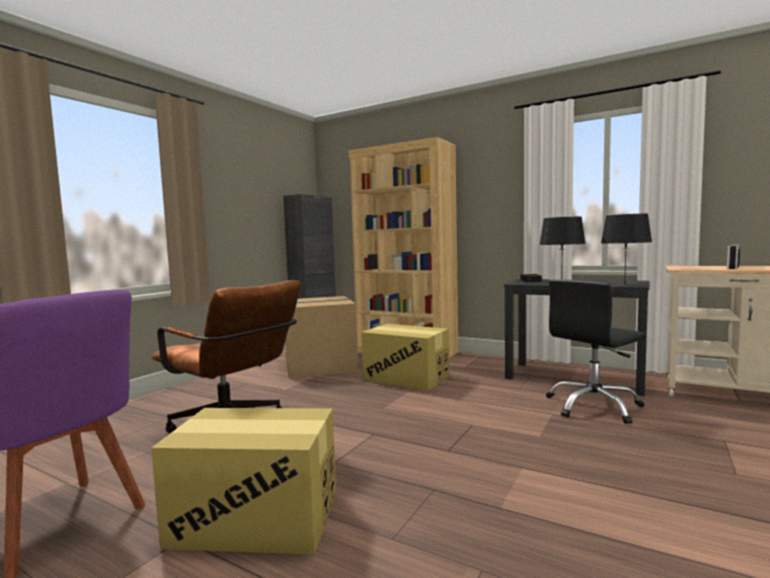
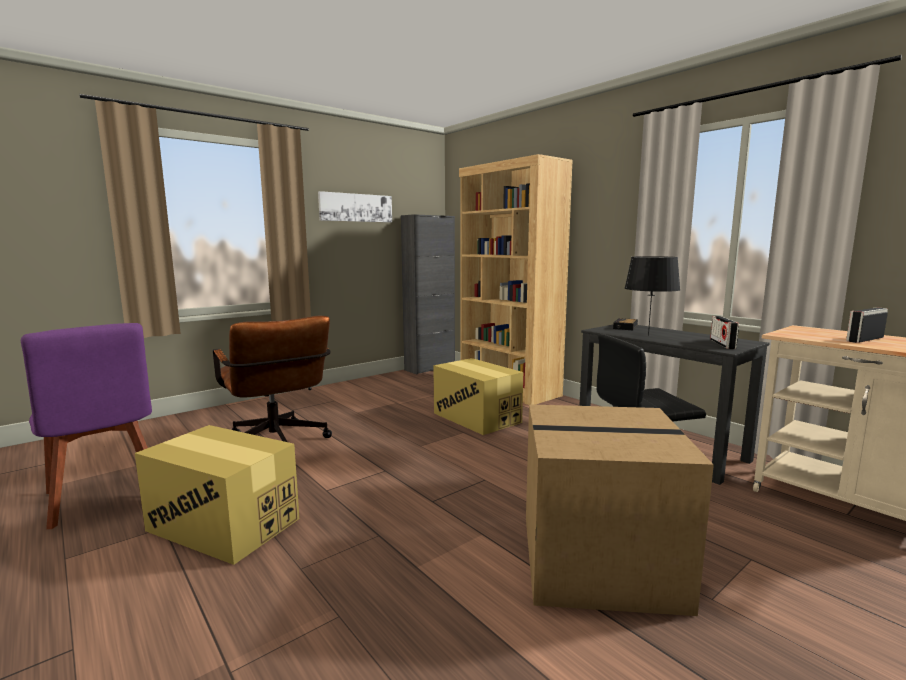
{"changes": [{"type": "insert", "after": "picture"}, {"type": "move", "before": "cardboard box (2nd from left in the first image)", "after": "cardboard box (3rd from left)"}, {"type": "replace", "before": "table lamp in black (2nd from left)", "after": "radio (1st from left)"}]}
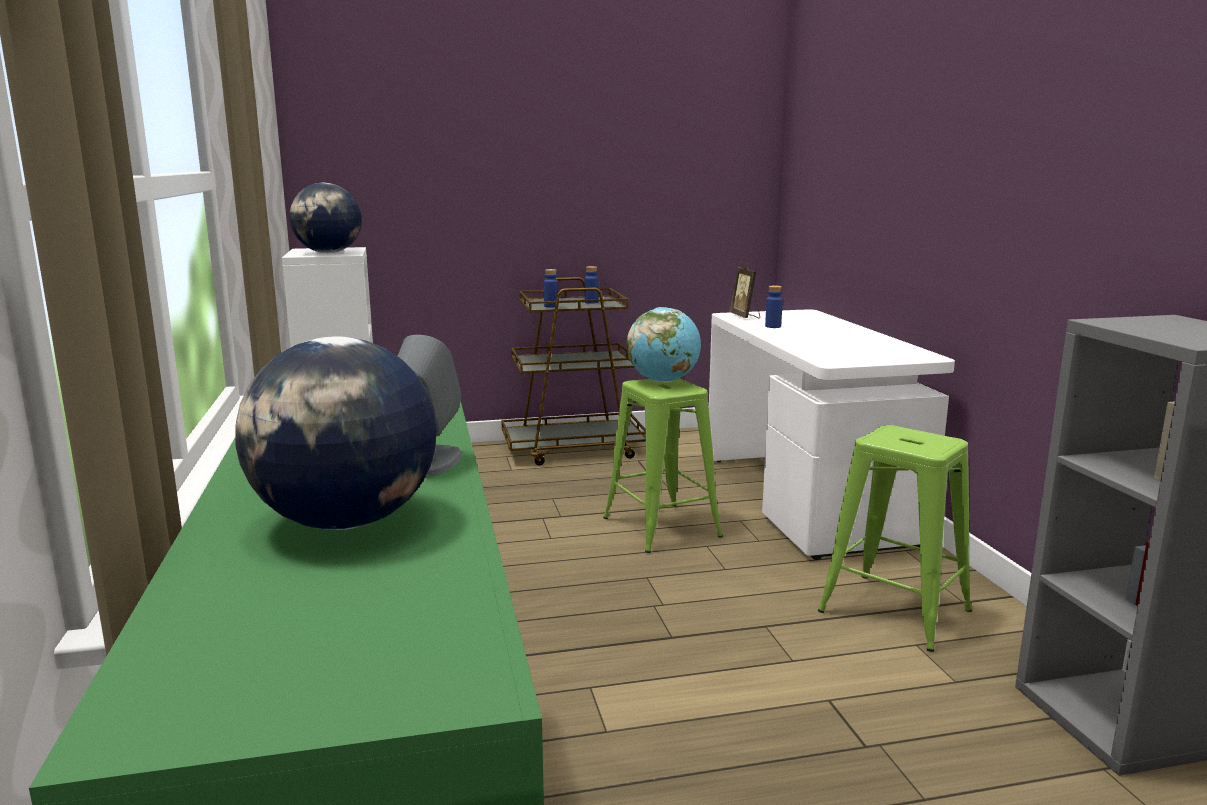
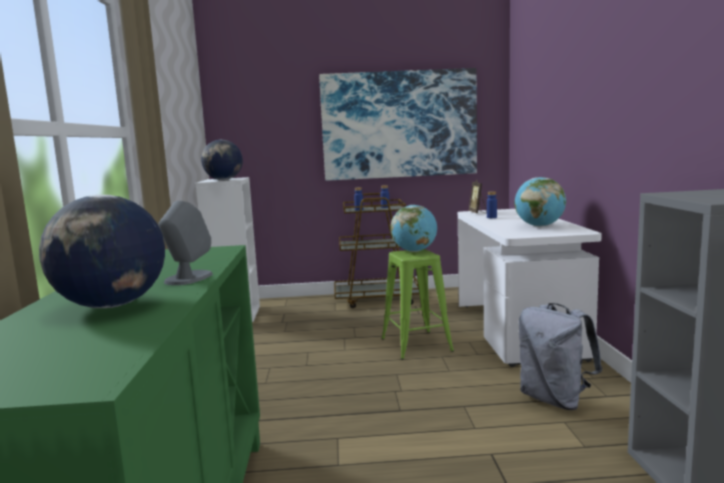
{"changes": [{"type": "insert", "after": "picture"}, {"type": "insert", "after": "globe (4th from left)"}, {"type": "replace", "before": "stool in green (2nd from left)", "after": "backpack in grey"}]}
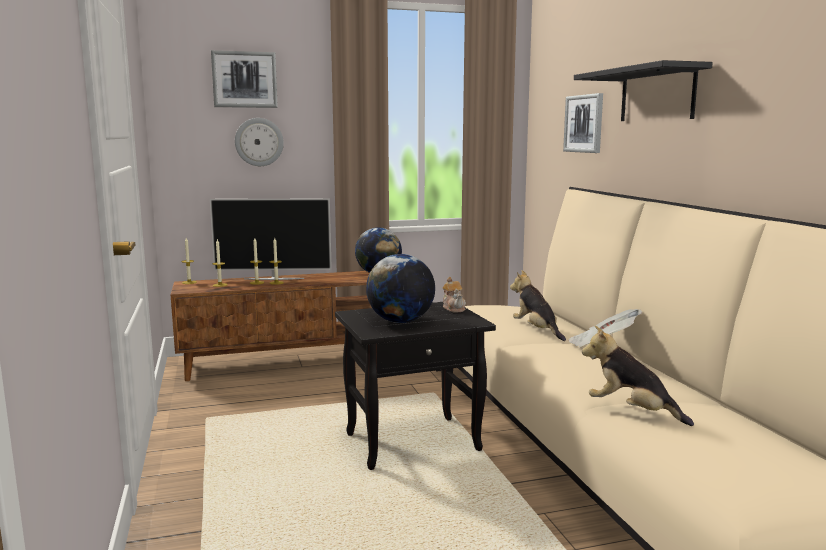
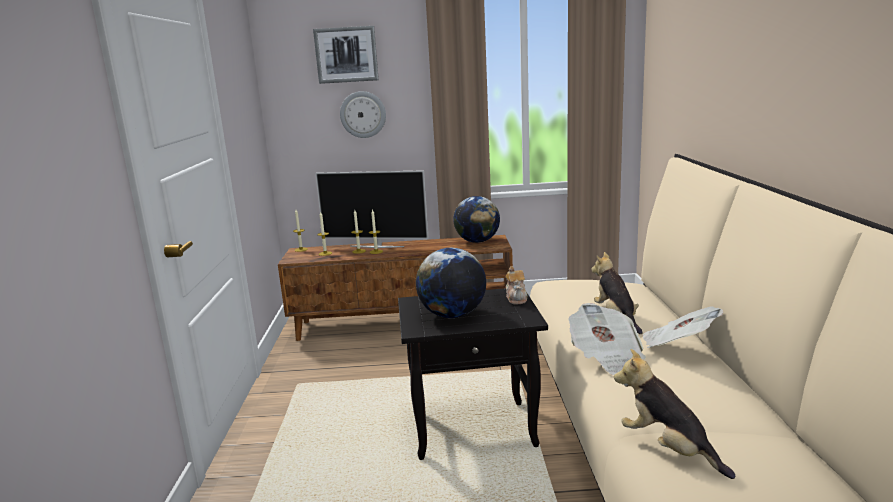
{"changes": [{"type": "insert", "after": "newspaper (1st from left)"}, {"type": "delete", "before": "picture (2nd from left)"}, {"type": "delete", "before": "shelf in black"}]}
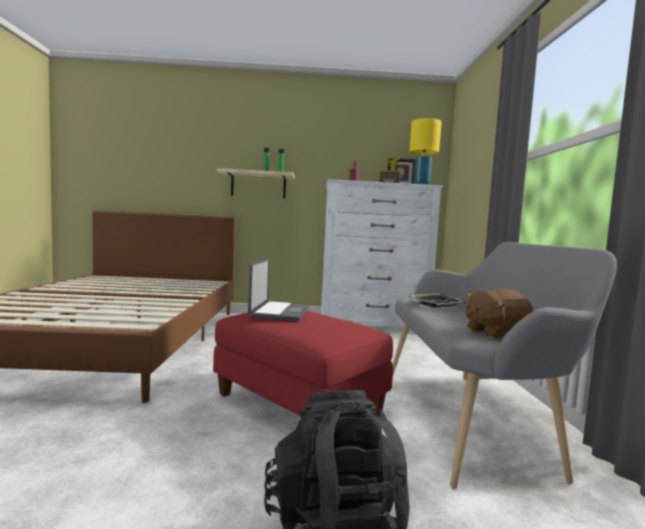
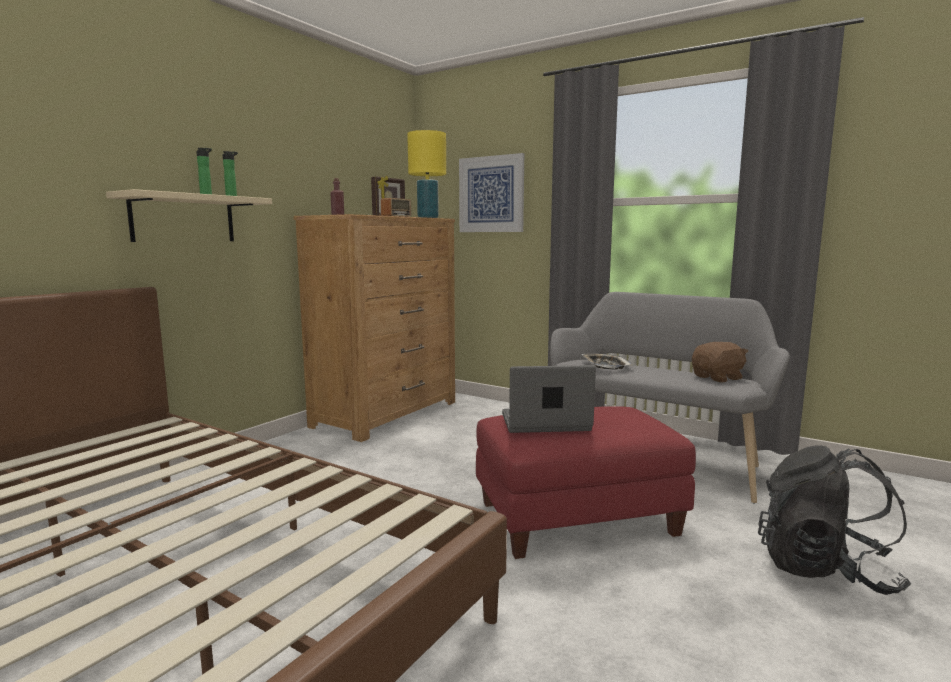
{"changes": [{"type": "recolor", "before": "dresser in white", "after": "dresser in brown"}, {"type": "insert", "after": "picture"}, {"type": "rotate", "before": "laptop", "turn": -45}, {"type": "rotate", "before": "plush toy in brown", "turn": -135}]}
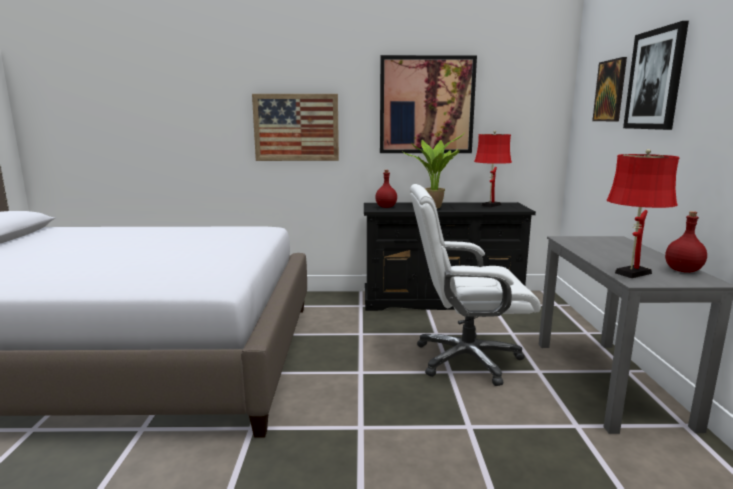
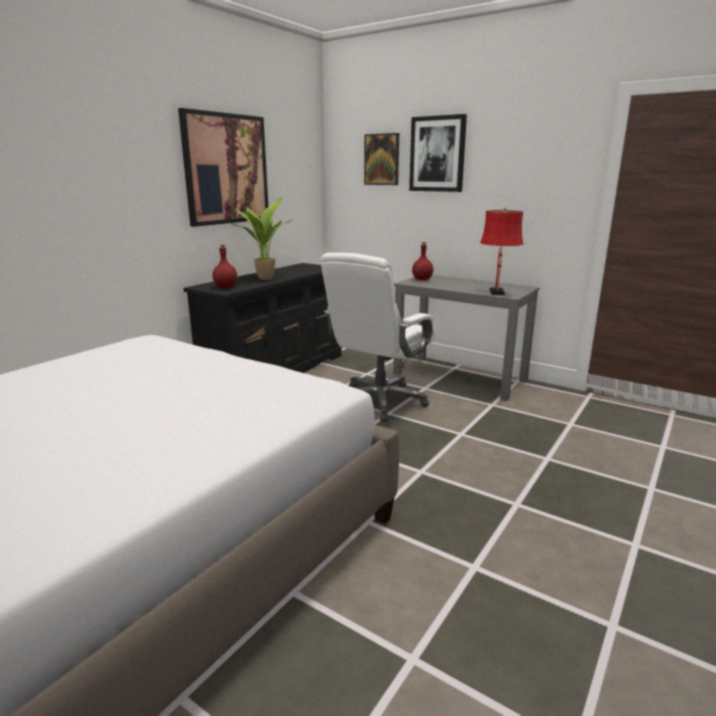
{"changes": [{"type": "move", "before": "bottle in red (2nd from left)"}, {"type": "delete", "before": "picture (1st from left)"}, {"type": "delete", "before": "table lamp in red (1st from left)"}]}
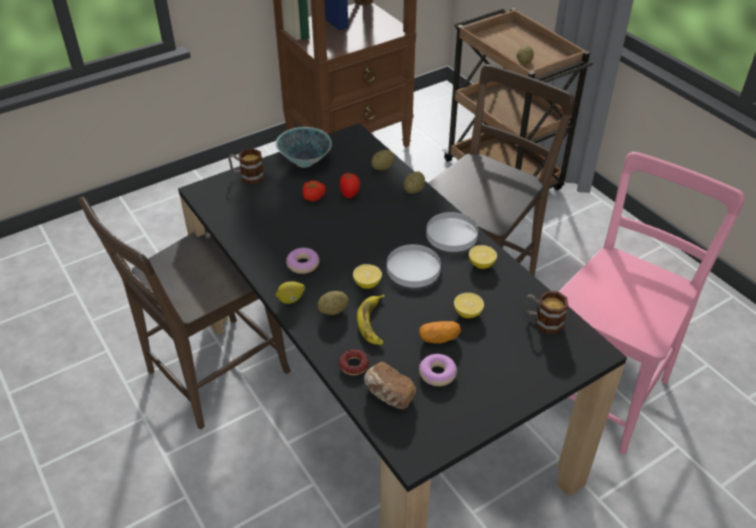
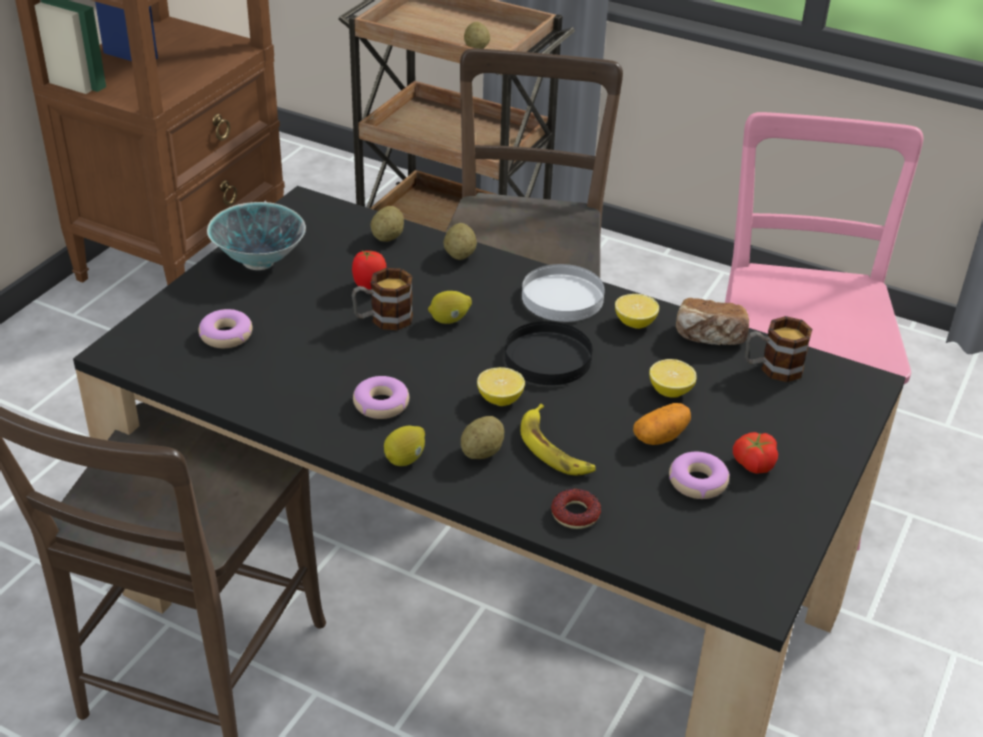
{"changes": [{"type": "insert", "after": "donut (1st from left)"}, {"type": "move", "before": "mug (1st from left)"}, {"type": "insert", "after": "lemon (2nd from left)"}, {"type": "recolor", "before": "plate in white (1st from left)", "after": "plate in black"}, {"type": "move", "before": "bread"}, {"type": "move", "before": "tomato (1st from left in the first image)", "after": "tomato (2nd from left)"}]}
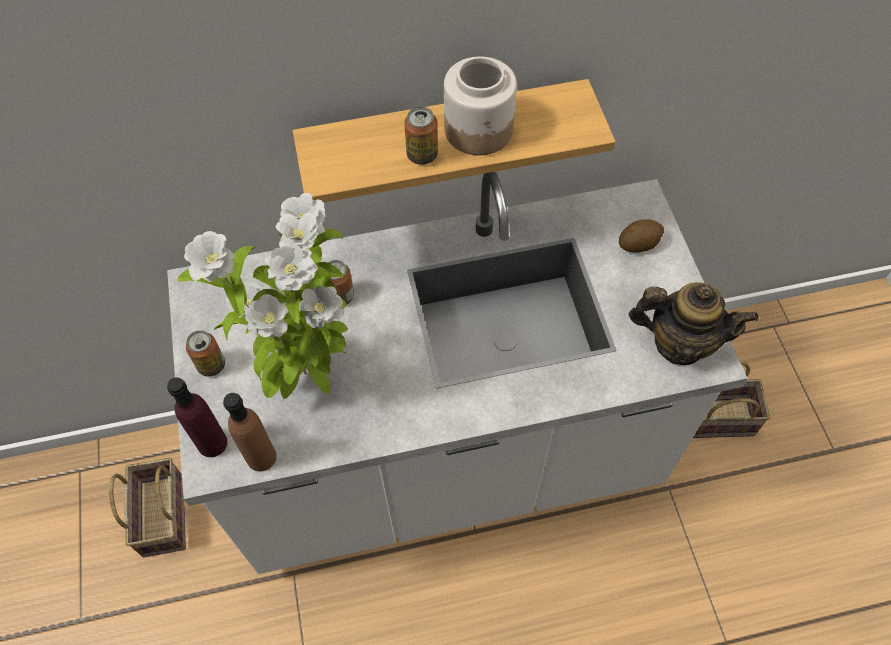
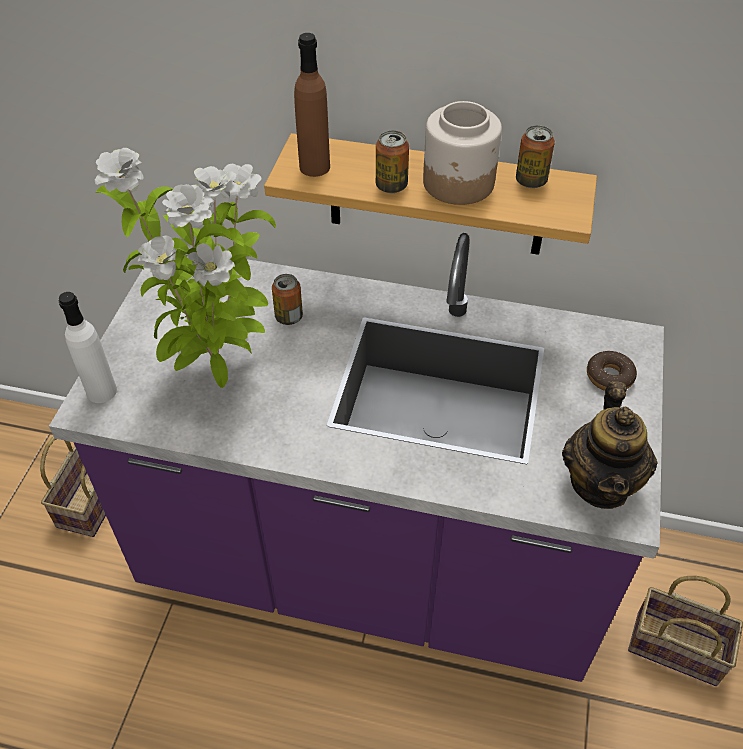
{"changes": [{"type": "recolor", "before": "counter in white", "after": "counter in purple"}, {"type": "recolor", "before": "bottle in purple", "after": "bottle in white"}, {"type": "move", "before": "bottle in brown"}, {"type": "move", "before": "can (1st from left in the first image)", "after": "can (3rd from left)"}, {"type": "rotate", "before": "teapot", "turn": 60}, {"type": "replace", "before": "potato", "after": "donut"}]}
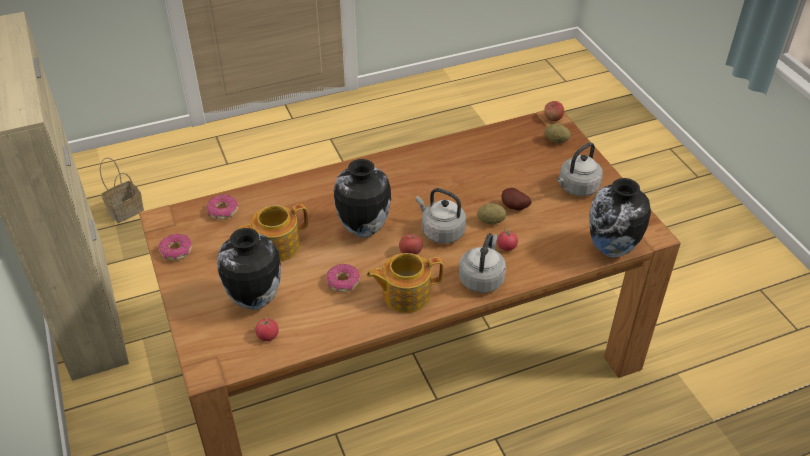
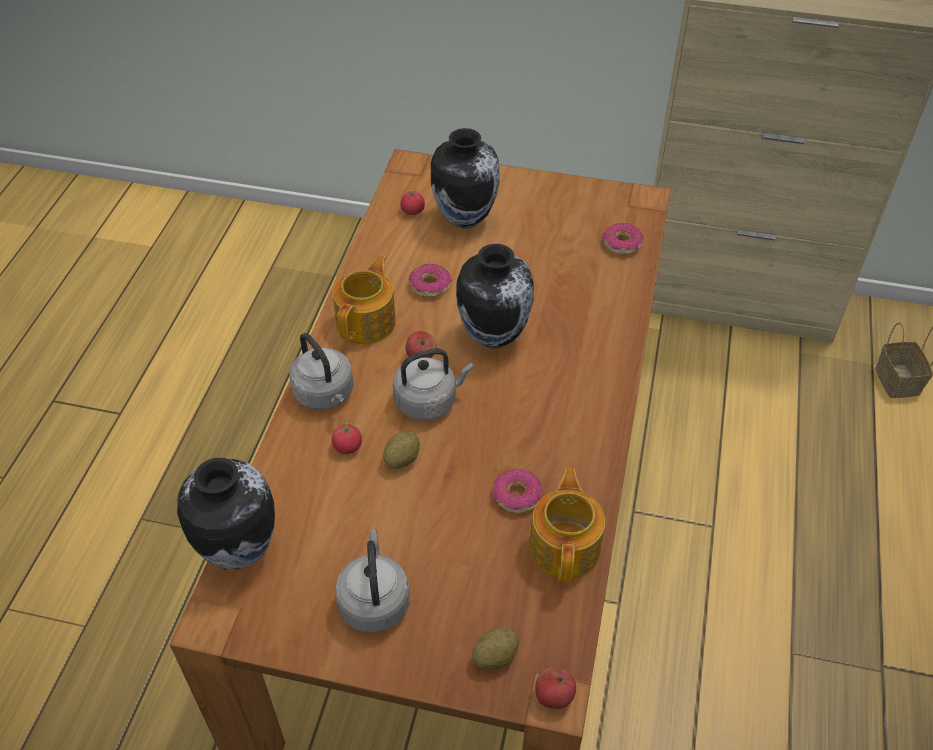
{"changes": [{"type": "move", "before": "donut (1st from left in the first image)", "after": "donut (2nd from left)"}, {"type": "move", "before": "teapot (1st from left in the first image)", "after": "teapot (2nd from left)"}, {"type": "delete", "before": "potato (2nd from left)"}]}
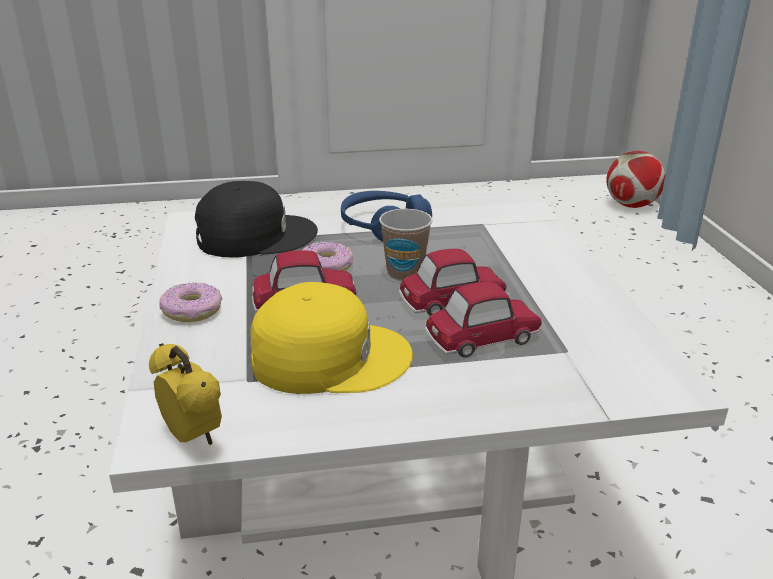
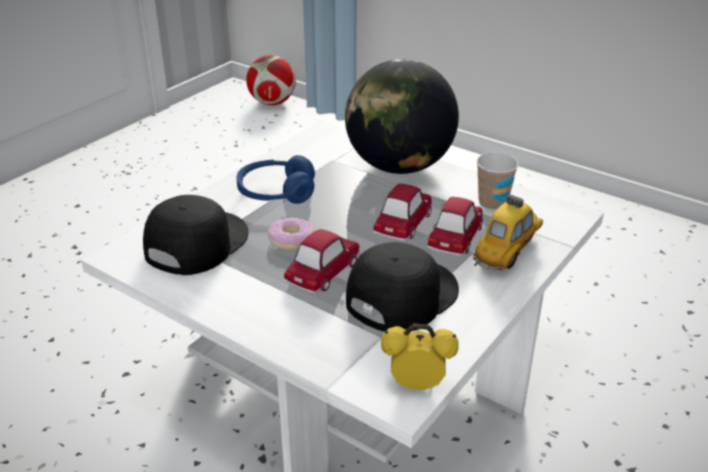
{"changes": [{"type": "insert", "after": "globe"}, {"type": "recolor", "before": "cap in yellow", "after": "cap in black (2nd from left)"}, {"type": "insert", "after": "toy car (4th from left)"}, {"type": "move", "before": "cup"}, {"type": "delete", "before": "donut (1st from left)"}]}
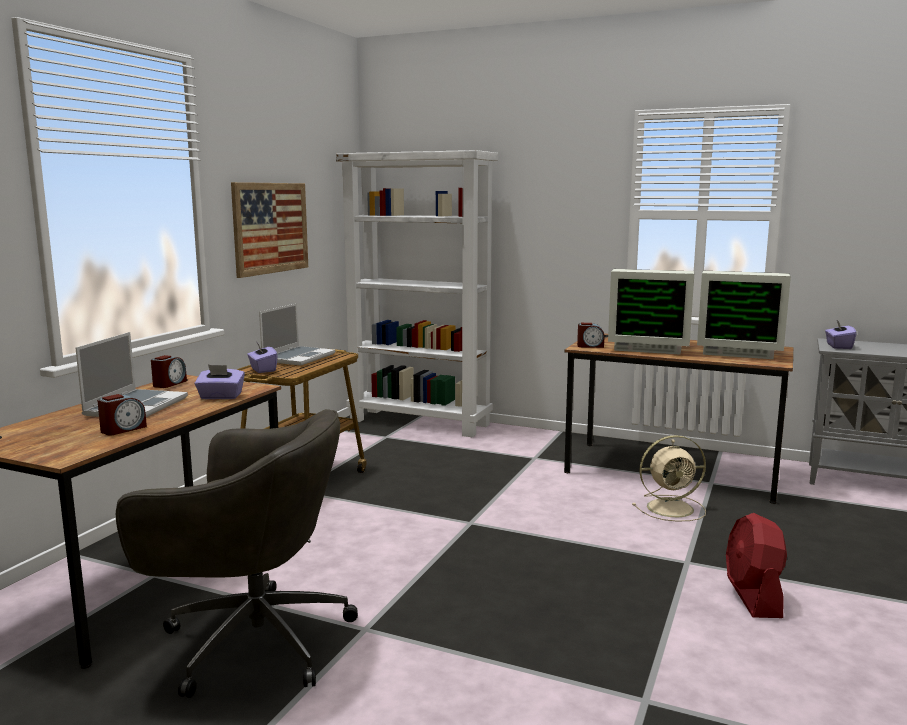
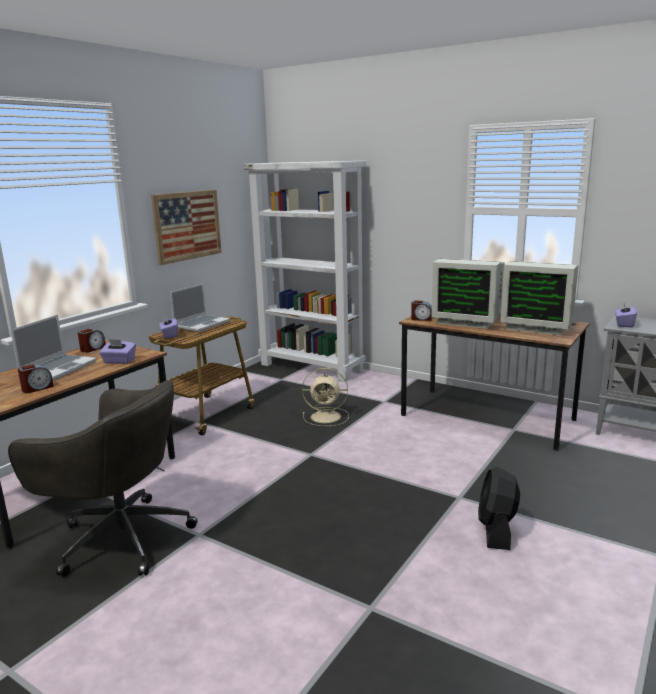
{"changes": [{"type": "move", "before": "fan in beige"}, {"type": "recolor", "before": "fan in red", "after": "fan in black"}]}
